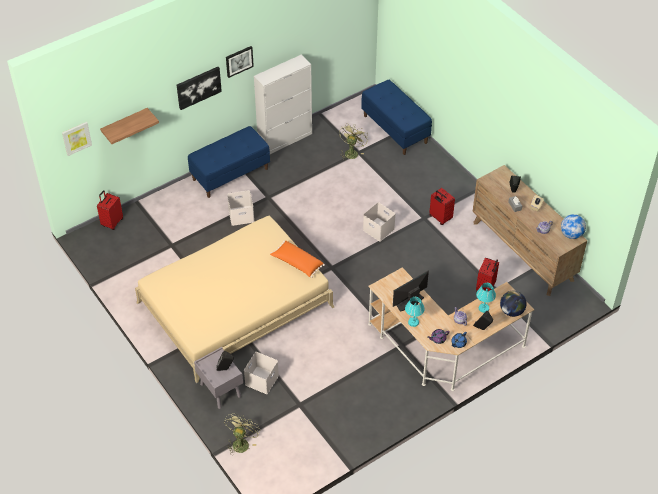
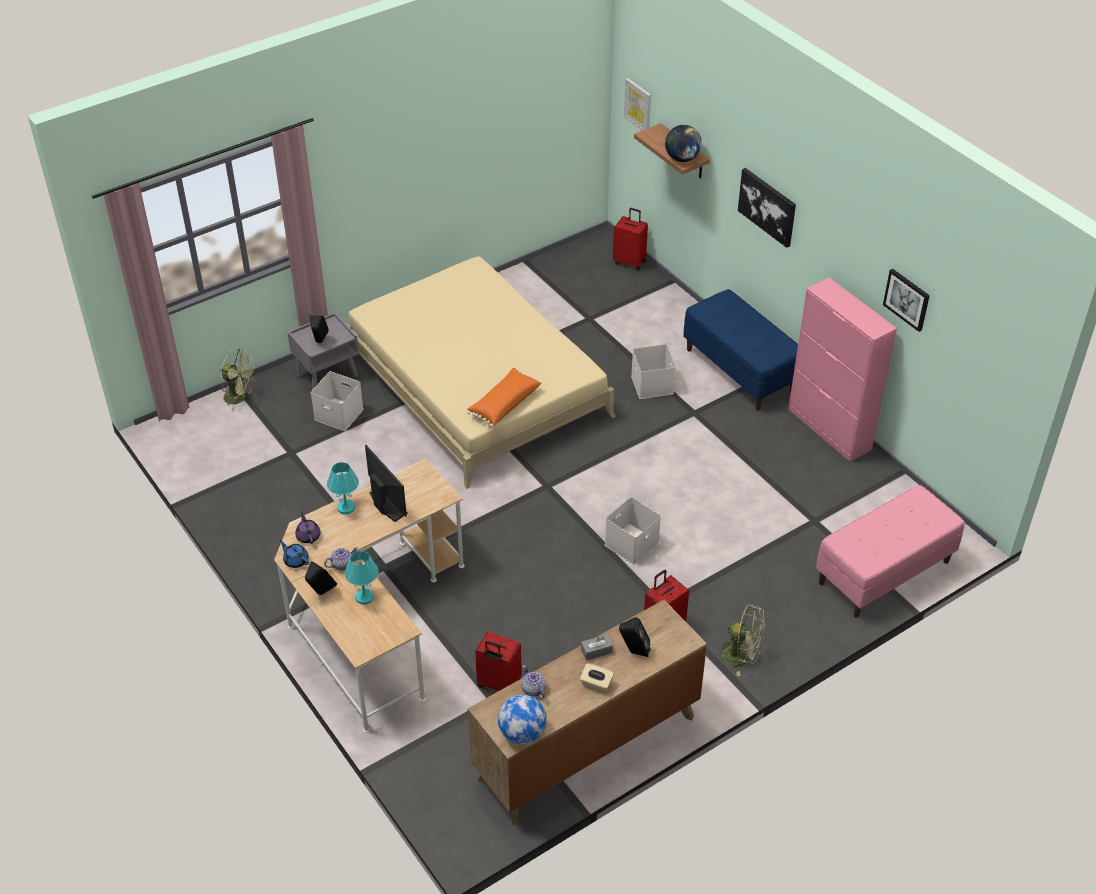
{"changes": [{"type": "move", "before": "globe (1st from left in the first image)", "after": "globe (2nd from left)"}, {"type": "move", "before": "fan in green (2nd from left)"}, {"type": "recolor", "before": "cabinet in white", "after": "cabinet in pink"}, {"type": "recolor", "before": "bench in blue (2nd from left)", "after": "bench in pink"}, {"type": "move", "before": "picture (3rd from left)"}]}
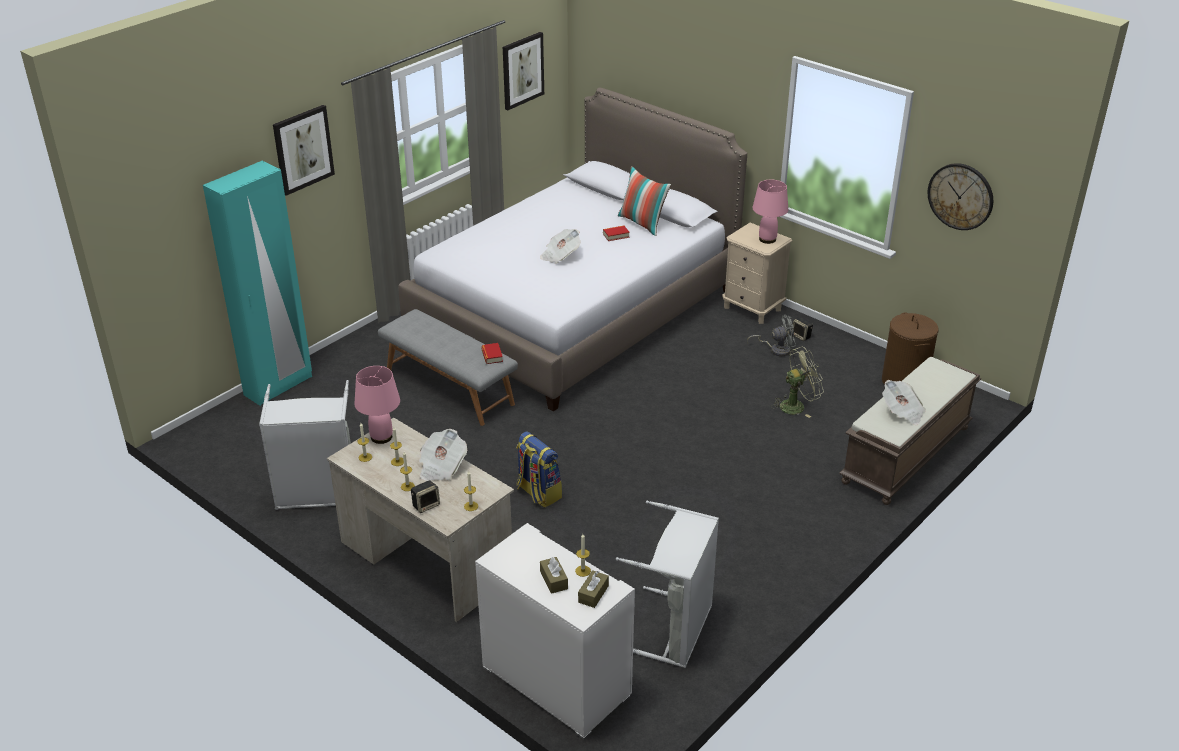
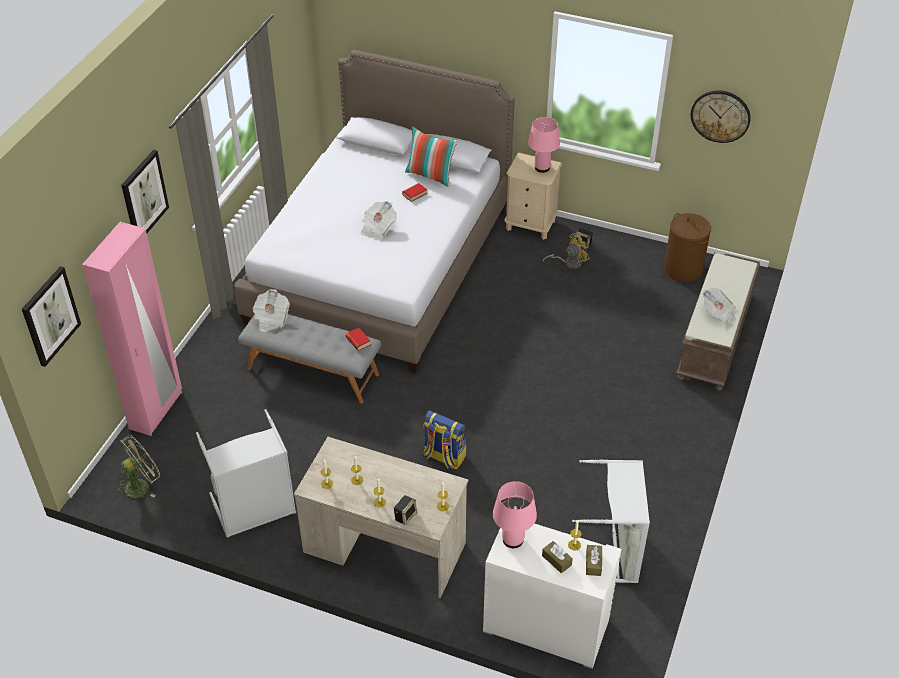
{"changes": [{"type": "move", "before": "picture (2nd from left in the first image)", "after": "picture (1st from left)"}, {"type": "recolor", "before": "wardrobe in turquoise", "after": "wardrobe in pink"}, {"type": "move", "before": "fan in green"}, {"type": "move", "before": "newspaper (1st from left)"}, {"type": "move", "before": "table lamp in pink (1st from left)"}, {"type": "recolor", "before": "fan in grey", "after": "fan in yellow"}]}
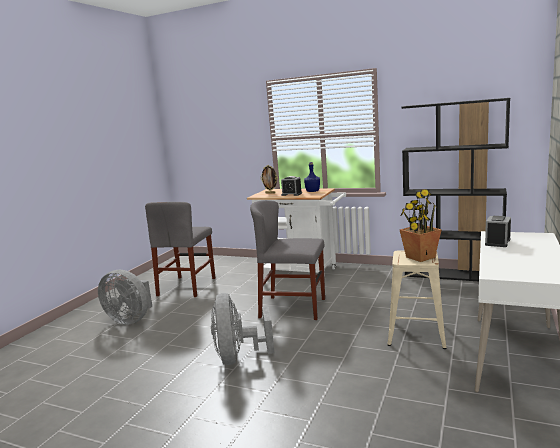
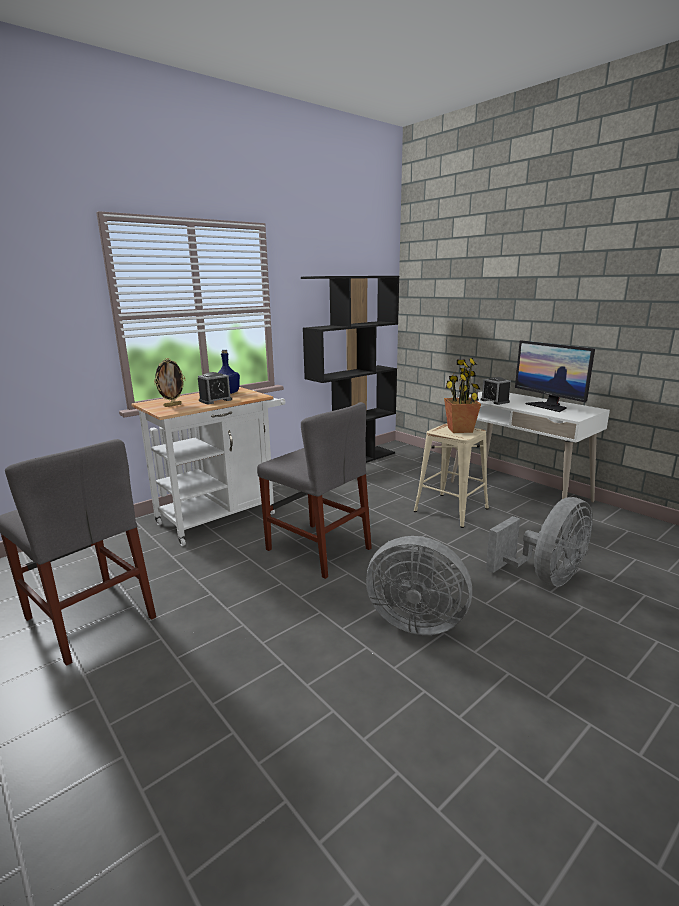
{"changes": [{"type": "rotate", "before": "chair in grey (2nd from left)", "turn": -90}, {"type": "move", "before": "fan in grey (1st from left in the first image)", "after": "fan in grey (2nd from left)"}, {"type": "insert", "after": "monitor"}]}
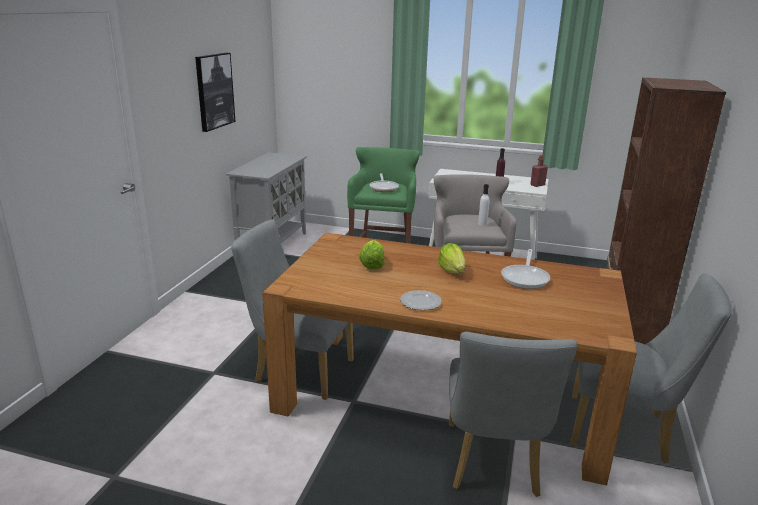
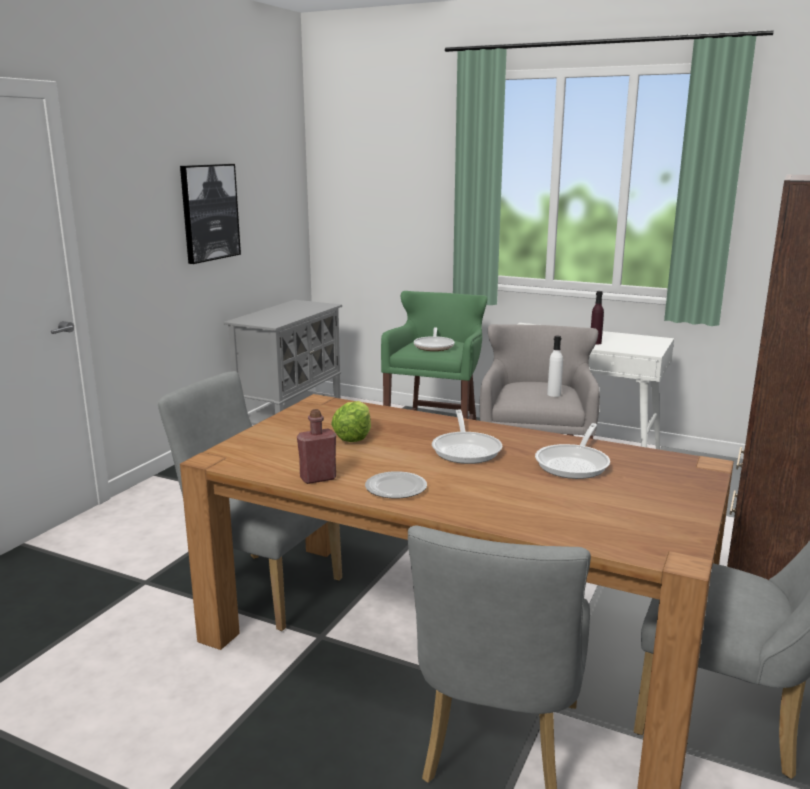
{"changes": [{"type": "move", "before": "bottle in red"}, {"type": "replace", "before": "lettuce (2nd from left)", "after": "frying pan (2nd from left)"}]}
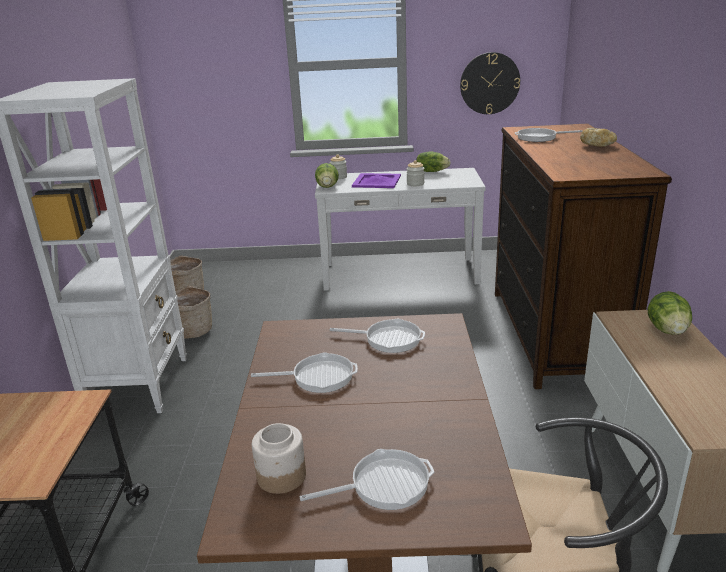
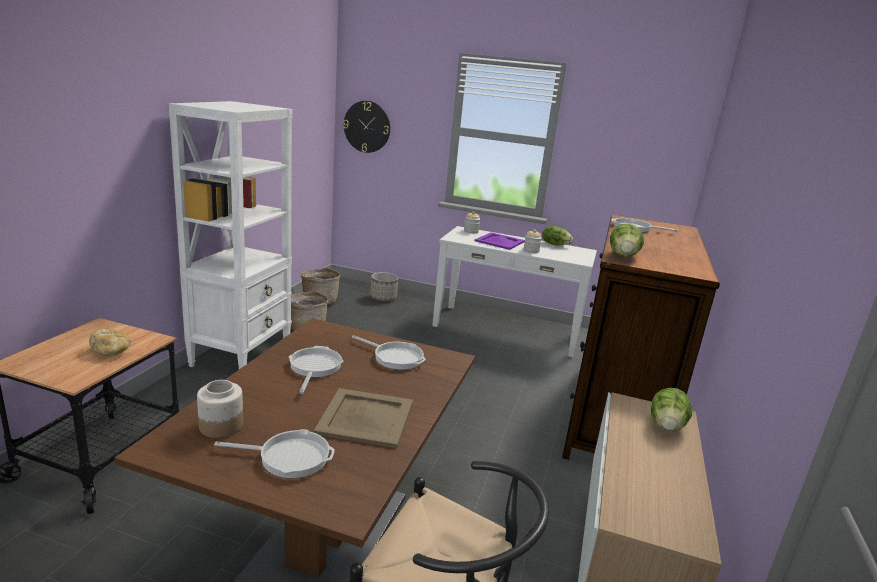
{"changes": [{"type": "move", "before": "bread"}, {"type": "rotate", "before": "frying pan (1st from left in the first image)", "turn": -105}, {"type": "insert", "after": "tray in beige"}, {"type": "move", "before": "wall clock"}, {"type": "insert", "after": "planter"}, {"type": "move", "before": "lettuce (1st from left in the first image)", "after": "lettuce (2nd from left)"}]}
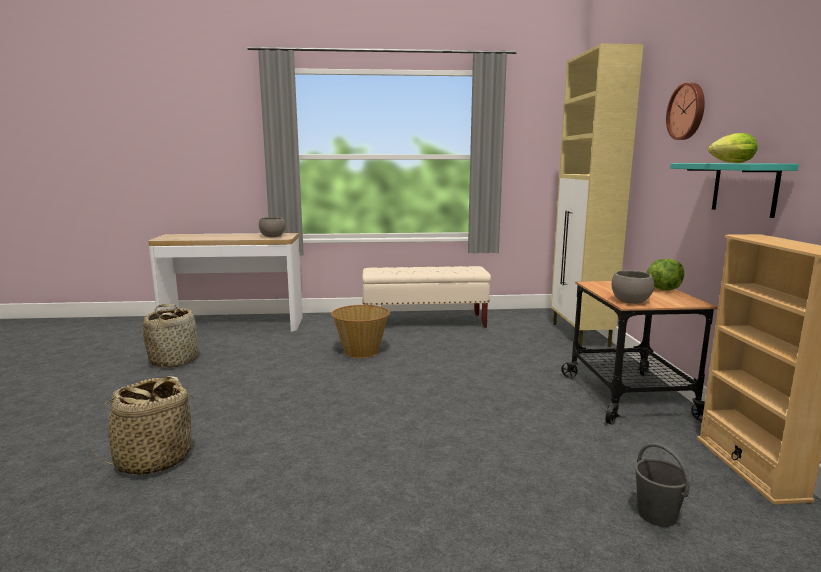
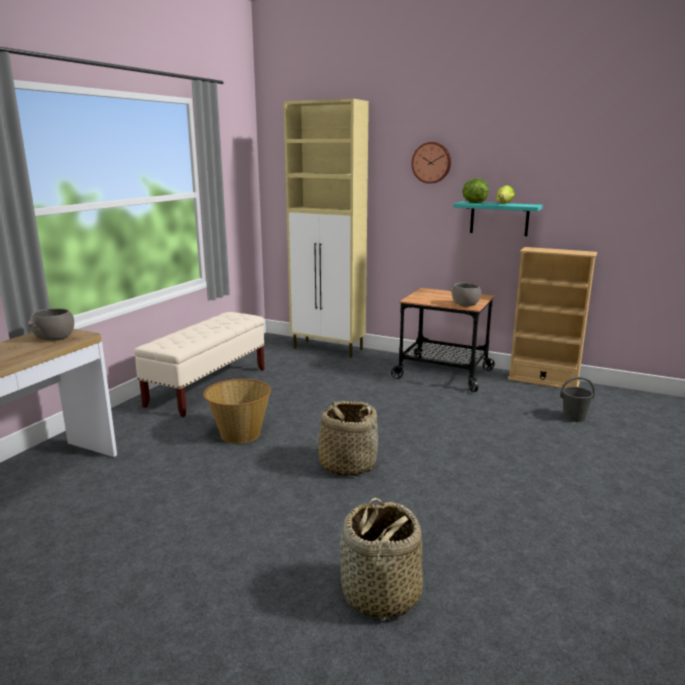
{"changes": [{"type": "move", "before": "basket (2nd from left)"}, {"type": "move", "before": "lettuce (1st from left)"}]}
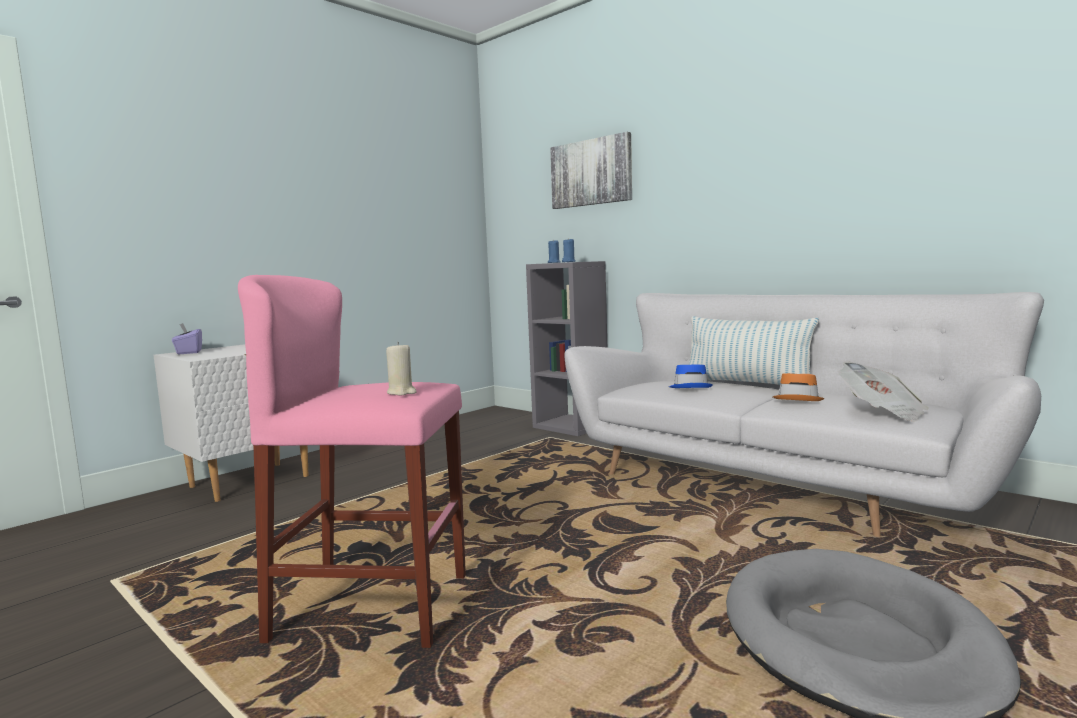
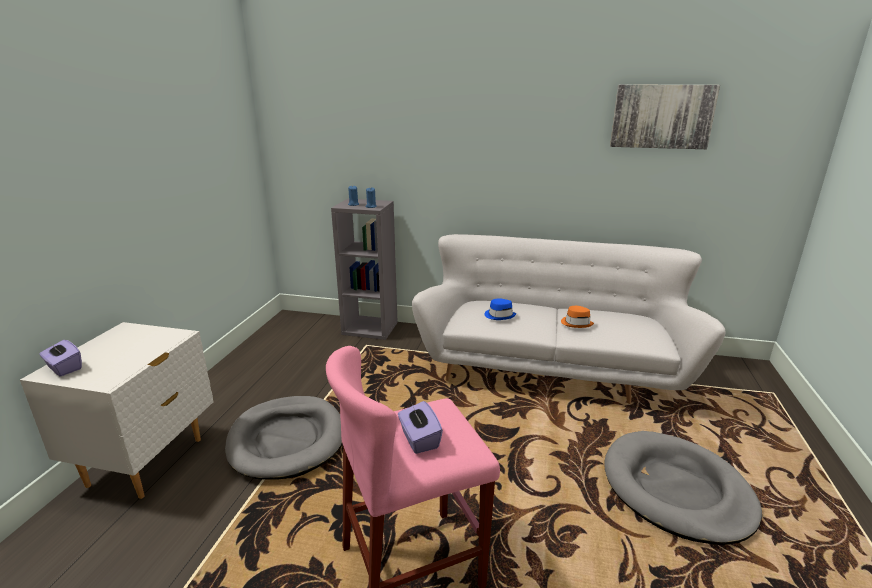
{"changes": [{"type": "insert", "after": "dog bed in grey (1st from left)"}, {"type": "insert", "after": "tissue box in purple (2nd from left)"}, {"type": "move", "before": "picture"}, {"type": "delete", "before": "candle in beige"}, {"type": "delete", "before": "pillow"}, {"type": "delete", "before": "newspaper"}]}
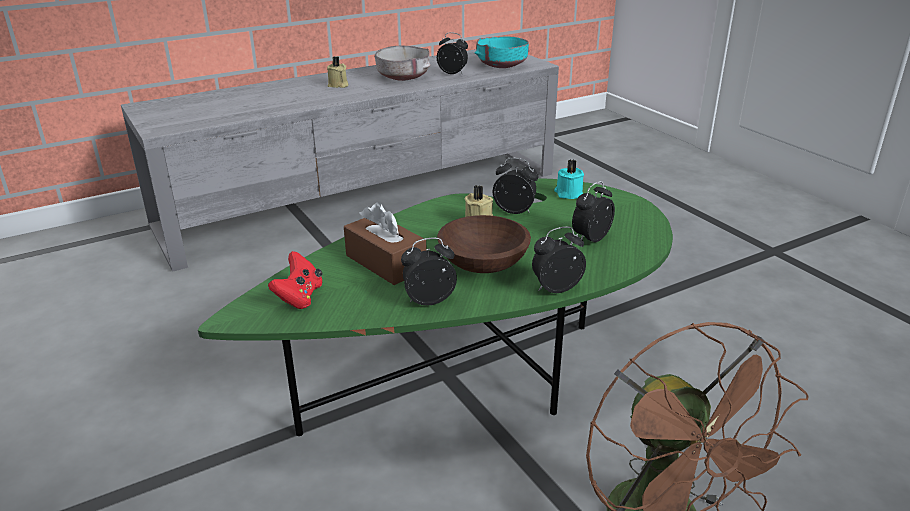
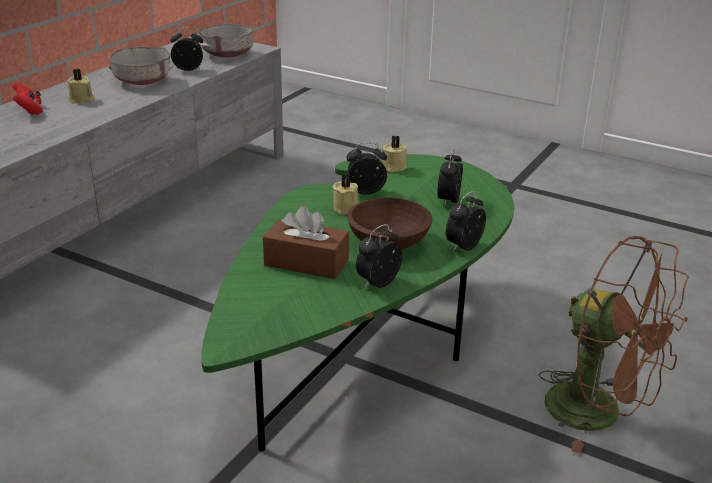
{"changes": [{"type": "move", "before": "game controller in red"}, {"type": "recolor", "before": "bowl in turquoise", "after": "bowl in grey (2nd from left)"}, {"type": "recolor", "before": "candle in turquoise", "after": "candle in beige (3rd from left)"}]}
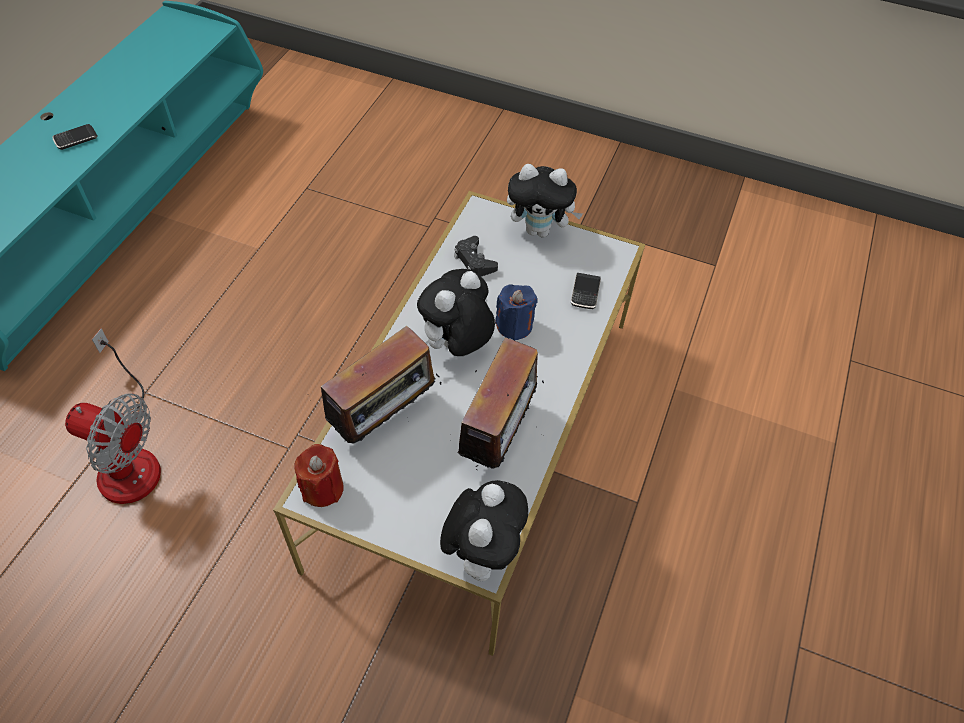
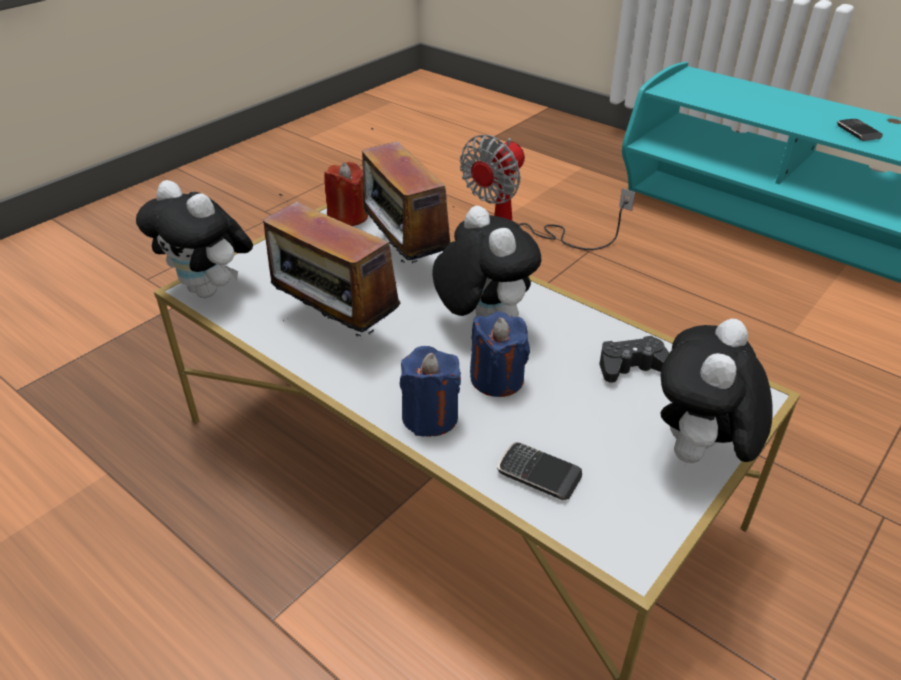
{"changes": [{"type": "insert", "after": "candle in blue (1st from left)"}]}
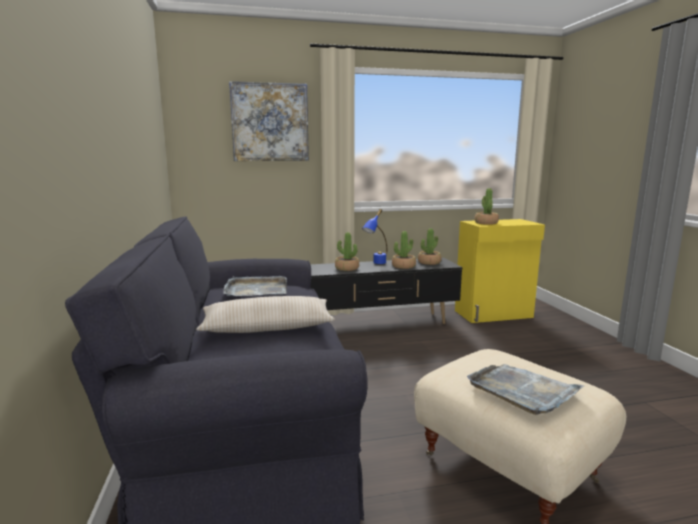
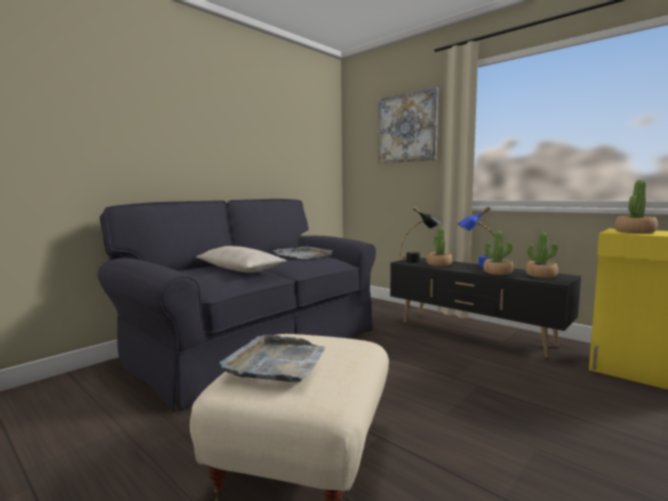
{"changes": [{"type": "insert", "after": "table lamp in black"}]}
